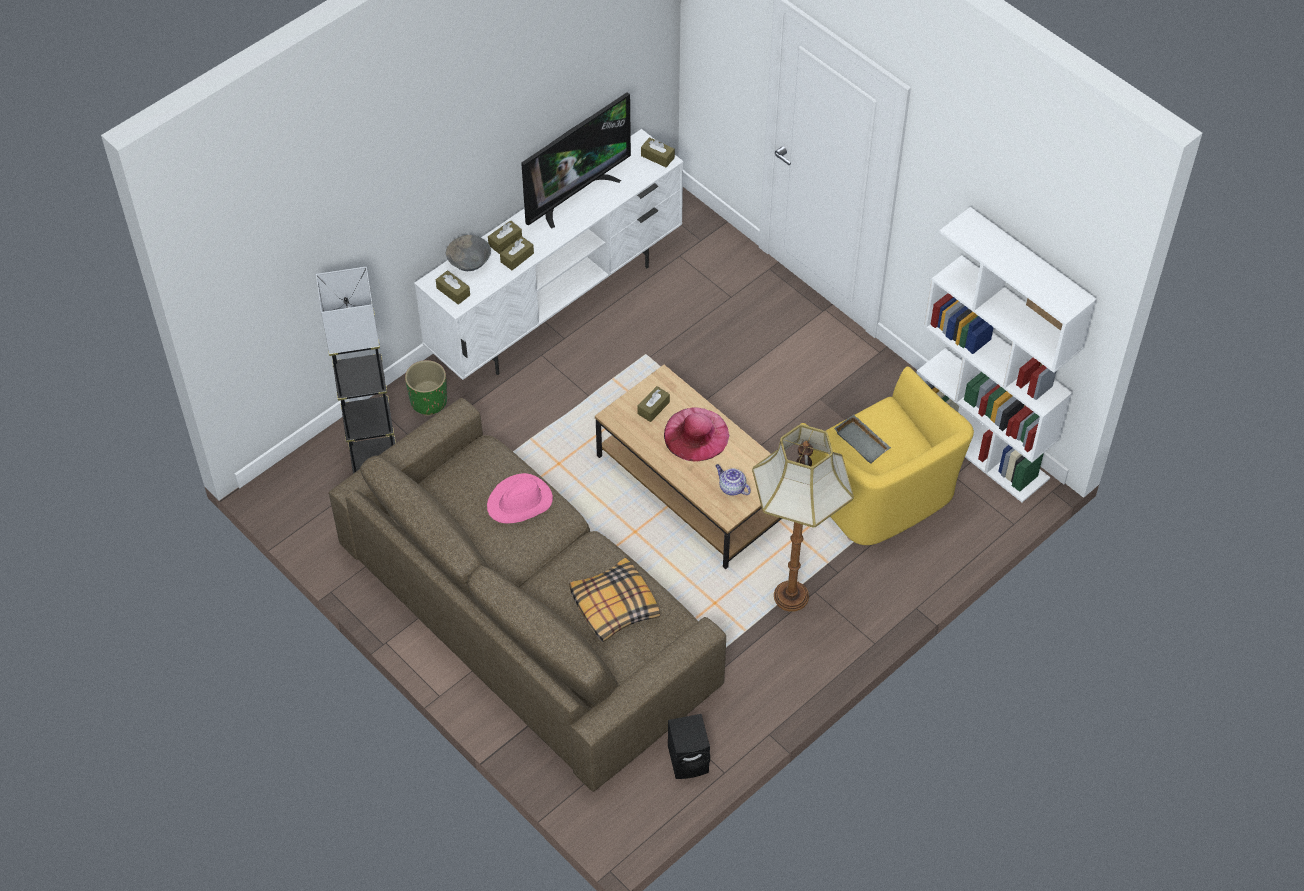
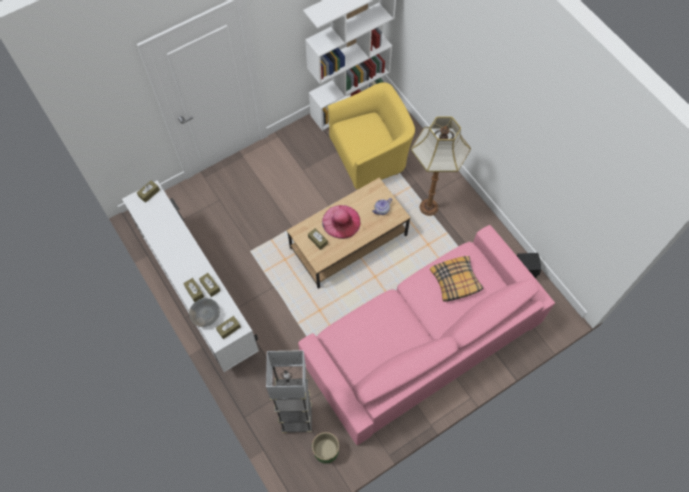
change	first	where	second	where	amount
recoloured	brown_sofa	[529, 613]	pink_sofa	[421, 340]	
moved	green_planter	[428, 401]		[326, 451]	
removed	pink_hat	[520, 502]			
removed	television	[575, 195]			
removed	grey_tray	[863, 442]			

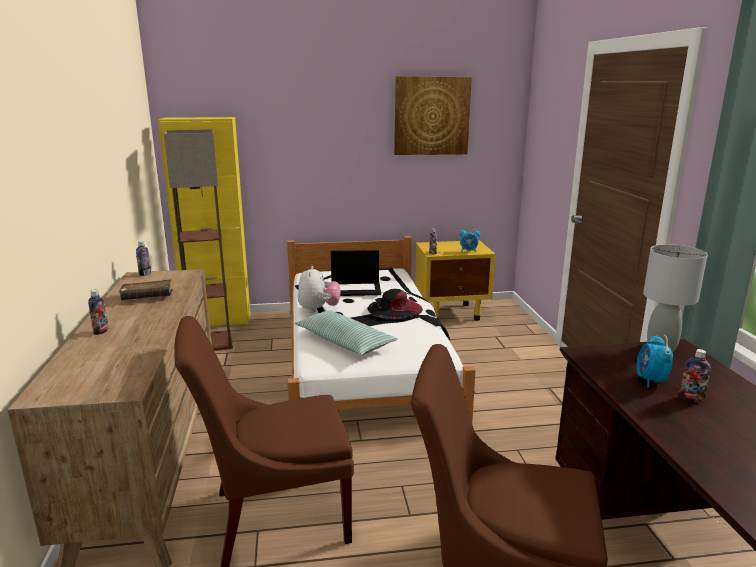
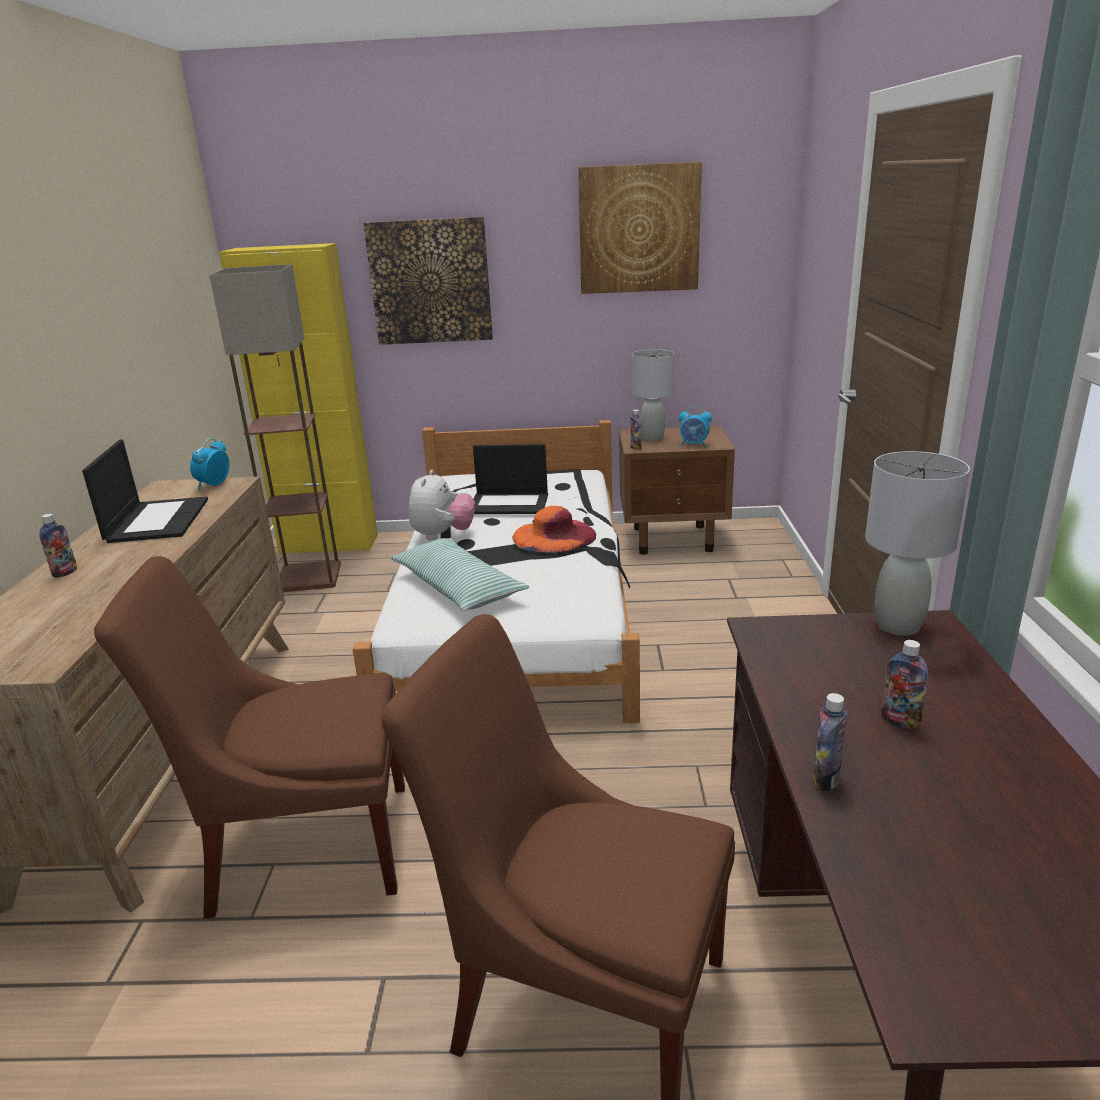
change	first	where	second	where	amount
replaced	brown_book	[147, 297]	laptop	[157, 520]	
moved	alarm_clock	[650, 381]		[213, 485]	
added			picture	[430, 282]	
recoloured	black_hat	[395, 308]	orange_hat	[554, 536]	
recoloured	yellow_nightstand	[452, 313]	brown_nightstand	[674, 539]	
added			grey_table_lamp	[653, 438]	
moved	bottle	[145, 274]		[825, 780]	

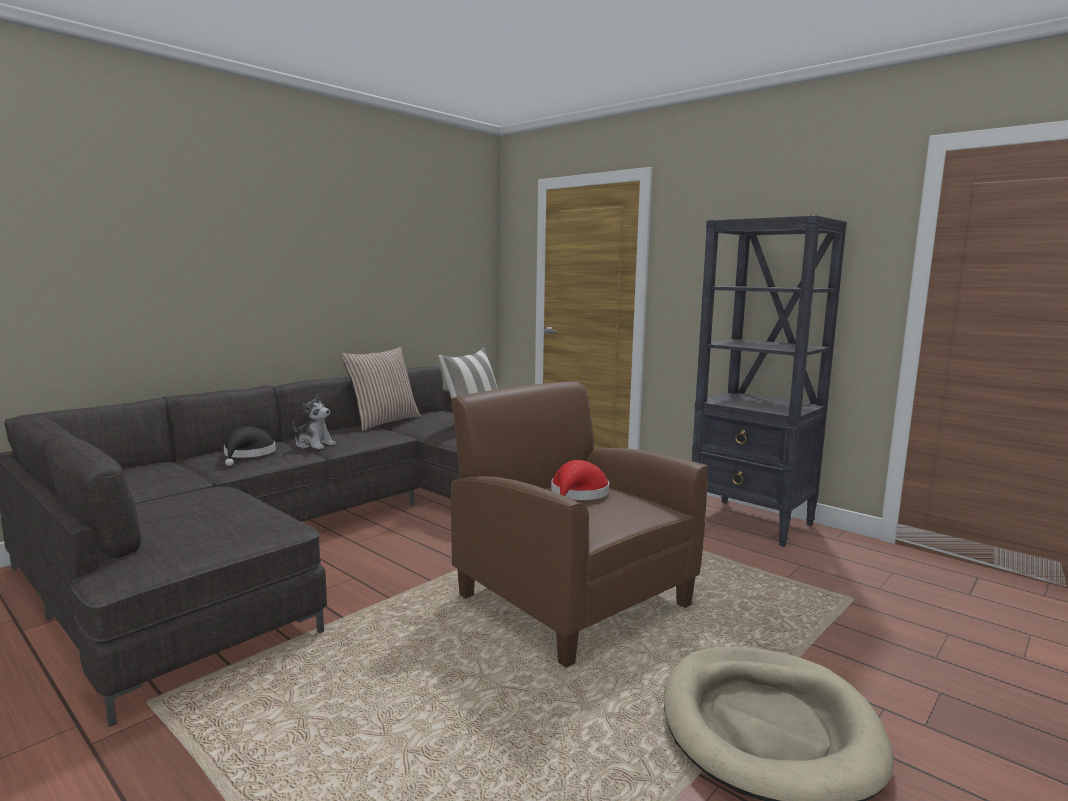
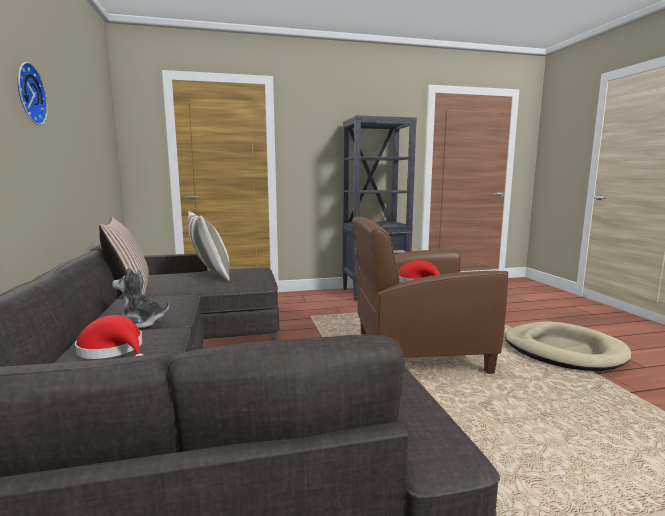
change	first	where	second	where	amount
added			wall_clock	[27, 94]	
recoloured	black_hat	[248, 454]	red_hat	[114, 350]	
turned	plush_toy	[314, 444]		[141, 322]	150 degrees counterclockwise

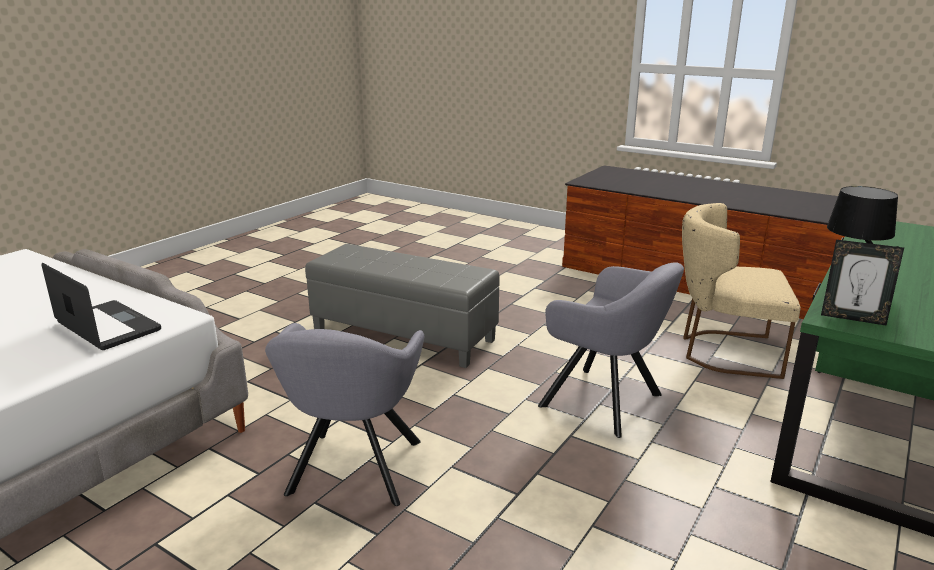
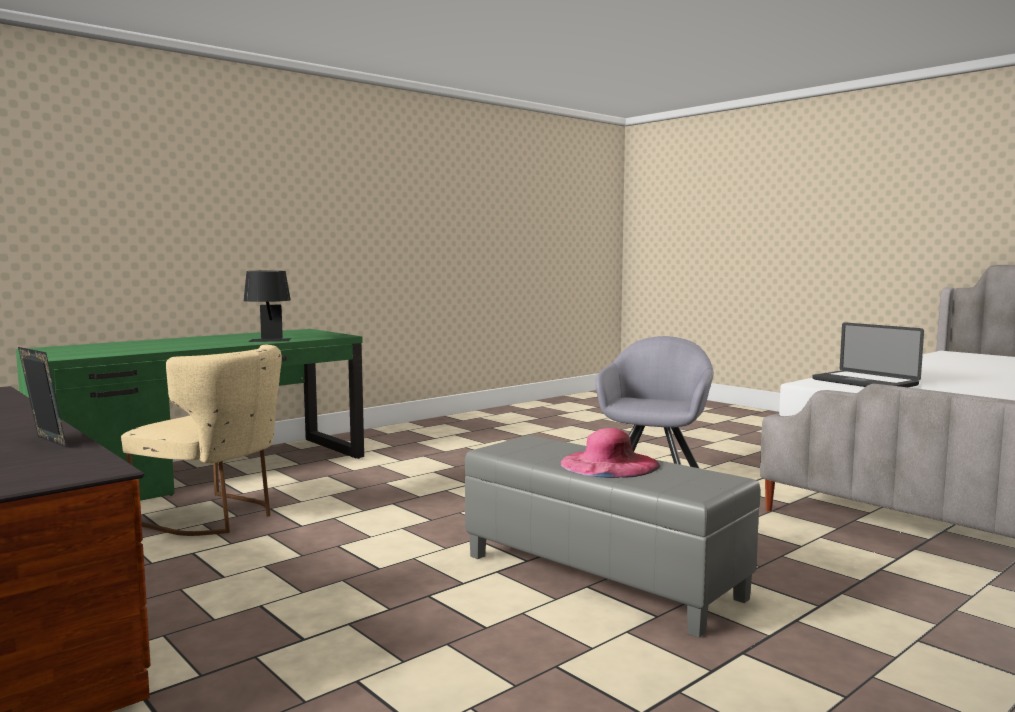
change	first	where	second	where	amount
moved	picture_frame	[852, 318]		[45, 443]	
added			pink_hat	[609, 464]	
removed	grey_armchair	[607, 403]			

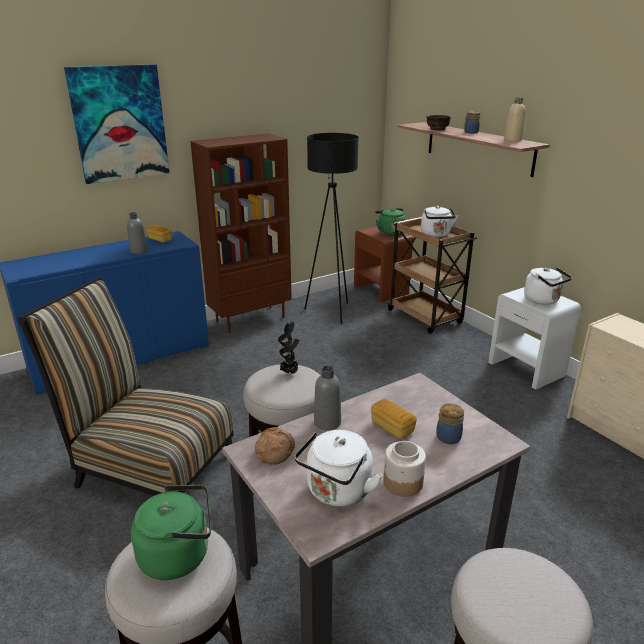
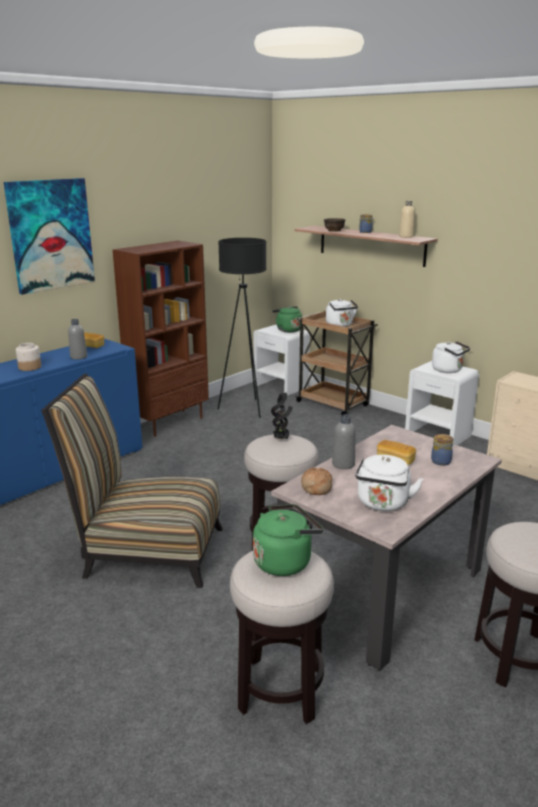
change	first	where	second	where	amount
moved	jar	[402, 483]		[29, 367]	
recoloured	brown_nightstand	[381, 290]	white_nightstand	[281, 386]	

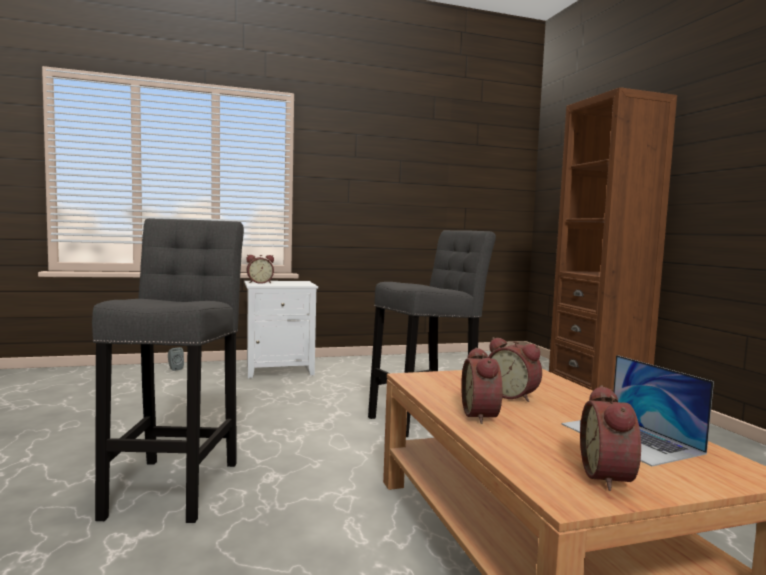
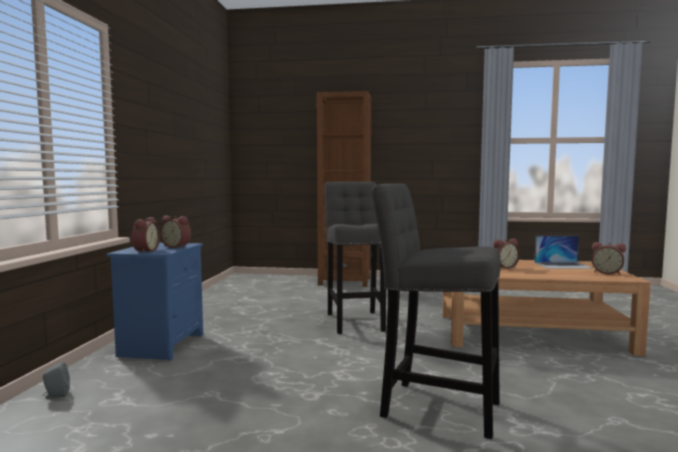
change	first	where	second	where	amount
recoloured	white_nightstand	[280, 370]	blue_nightstand	[161, 345]	
moved	alarm_clock	[483, 415]		[177, 246]	

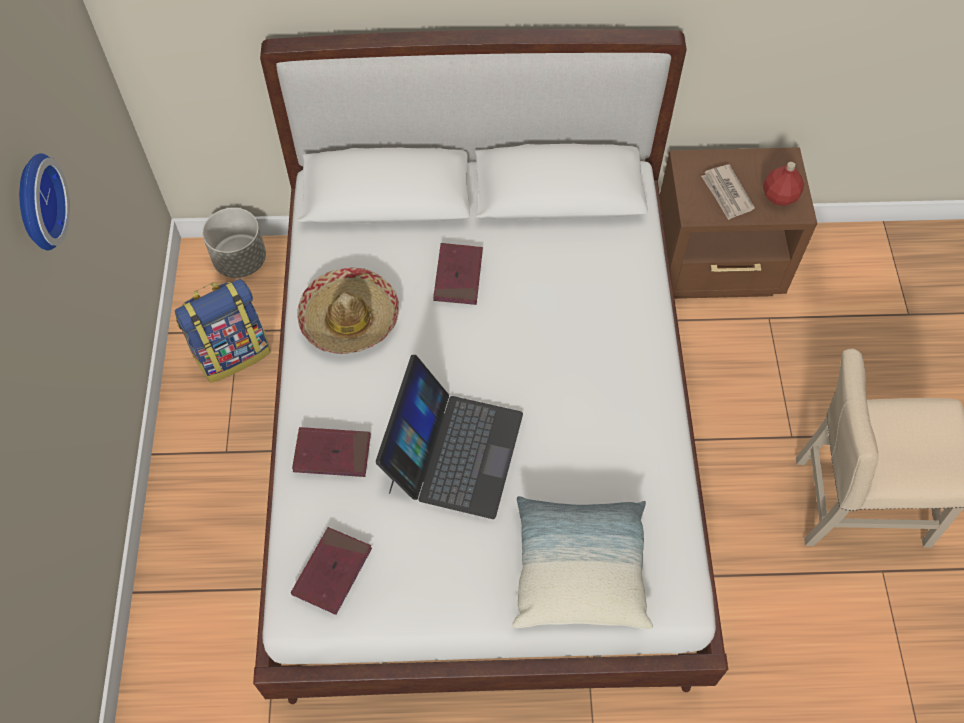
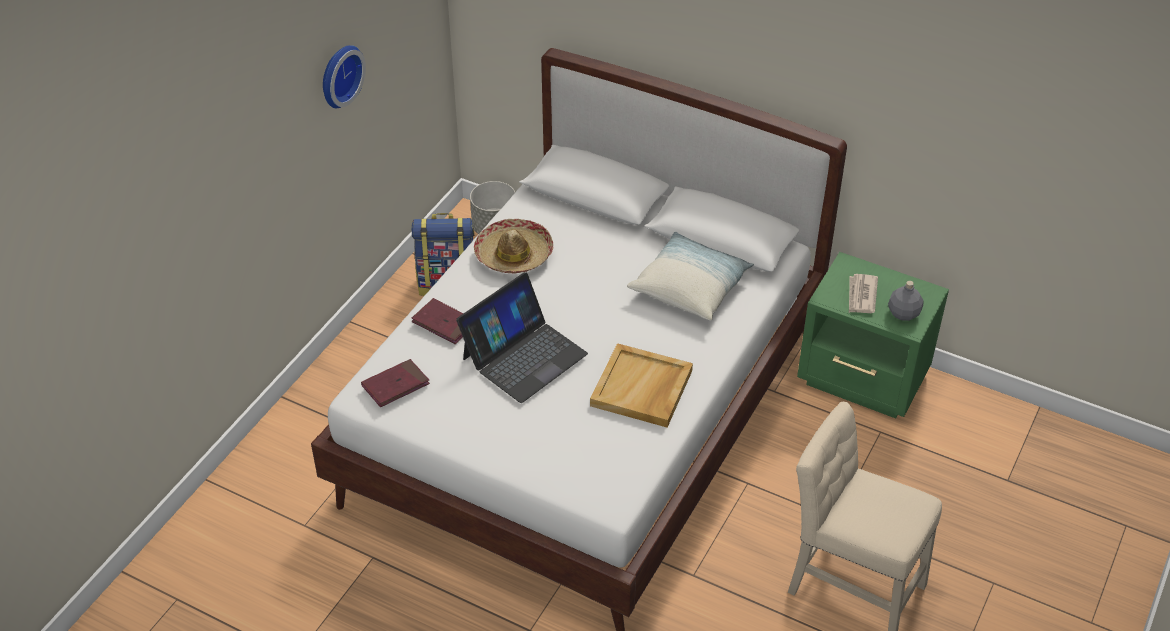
change	first	where	second	where	amount
added			beige_tray	[642, 389]	
moved	pillow	[579, 570]		[690, 288]	
recoloured	brown_nightstand	[718, 268]	green_nightstand	[864, 380]	
recoloured	red_bottle	[779, 196]	grey_bottle	[903, 313]	
removed	red_book	[458, 276]			

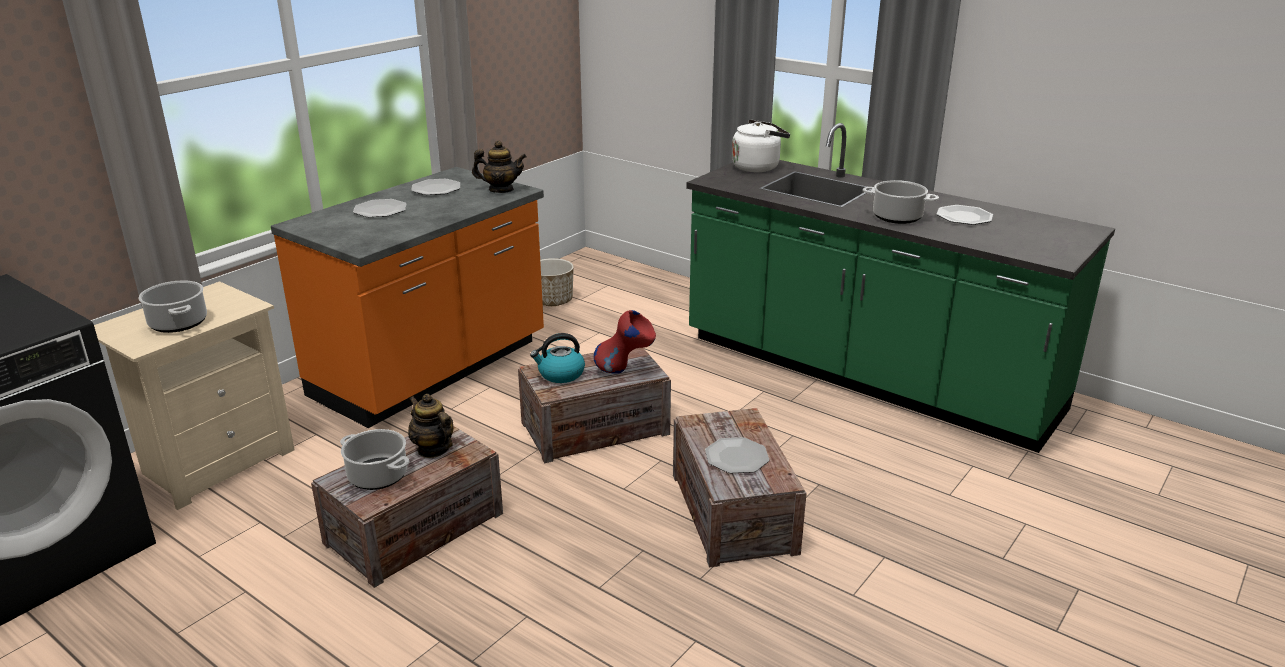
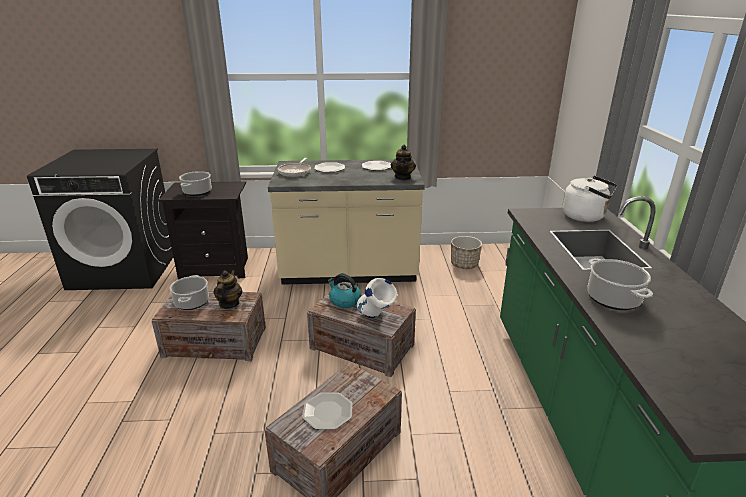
change	first	where	second	where	amount
recoloured	beige_nightstand	[215, 462]	black_nightstand	[217, 268]	
recoloured	orange_counter	[432, 370]	beige_counter	[349, 271]	
added			frying_pan	[295, 172]	
recoloured	red_vase	[625, 371]	white_vase	[376, 319]	
turned	teapot	[501, 190]		[403, 177]	45 degrees clockwise
removed	plate	[964, 217]			

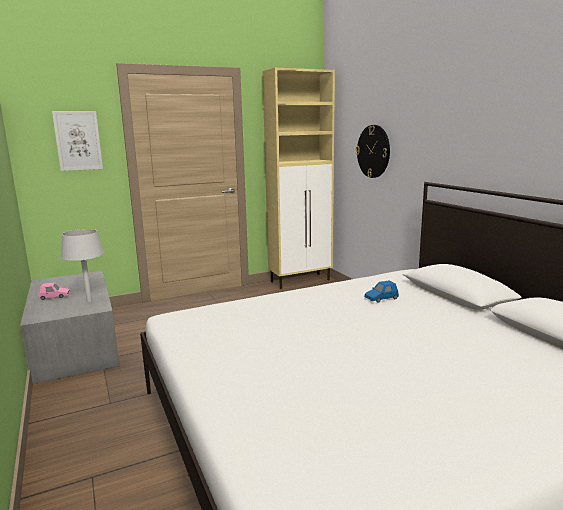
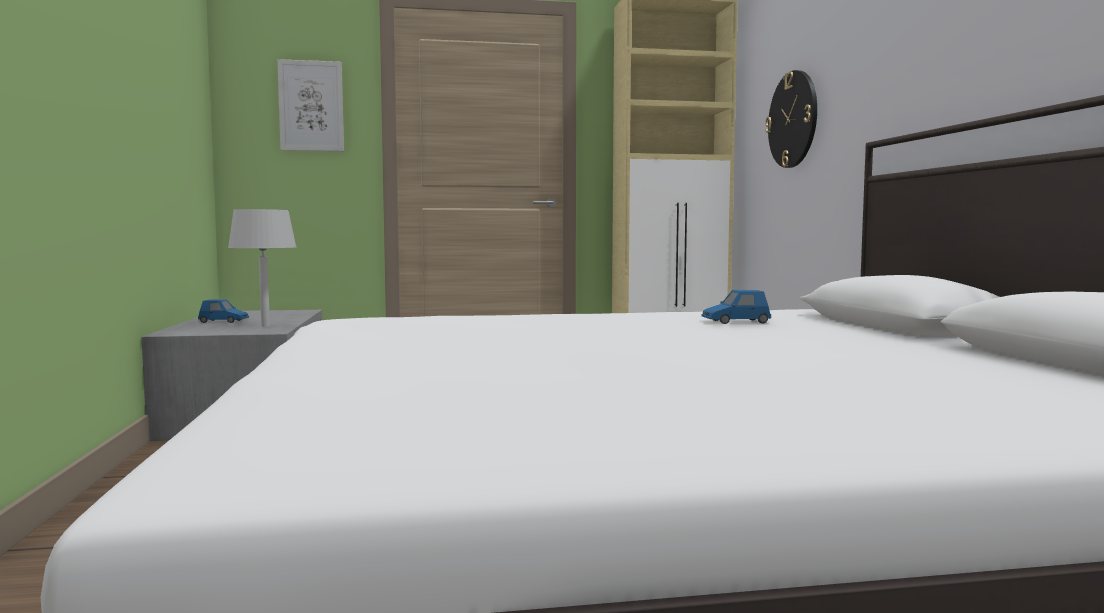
change	first	where	second	where	amount
recoloured	pink_toy_car	[55, 296]	blue_toy_car	[223, 321]	

